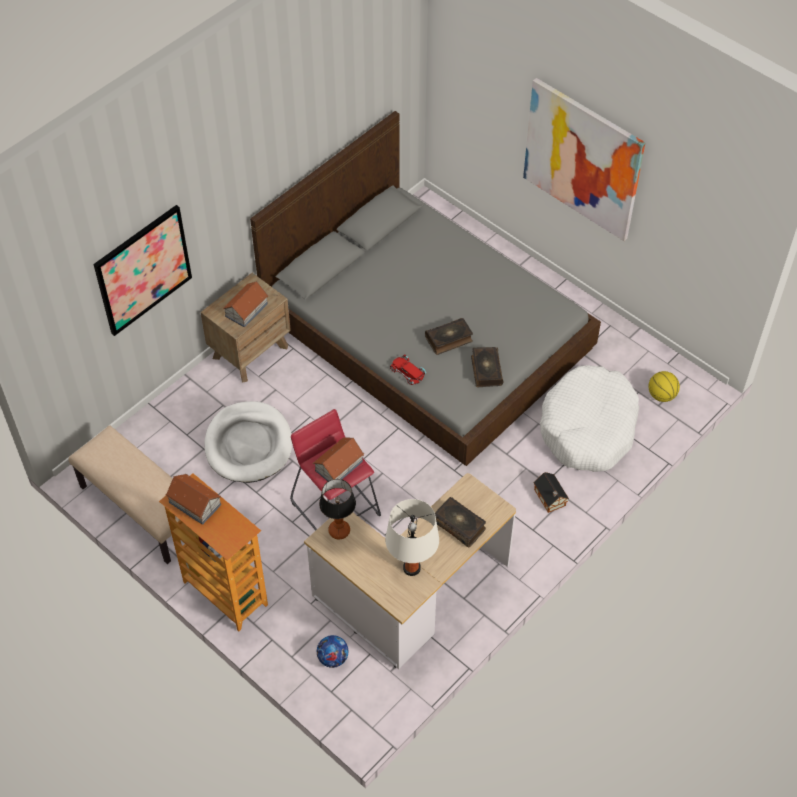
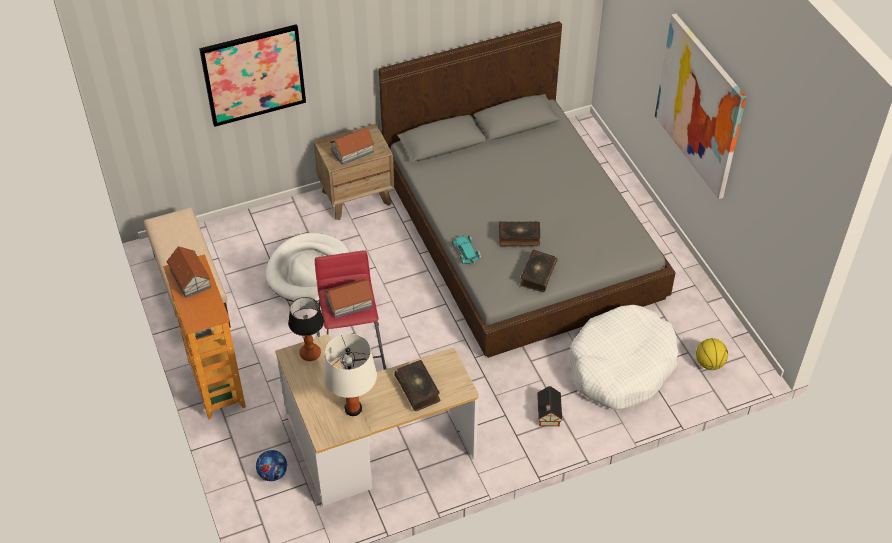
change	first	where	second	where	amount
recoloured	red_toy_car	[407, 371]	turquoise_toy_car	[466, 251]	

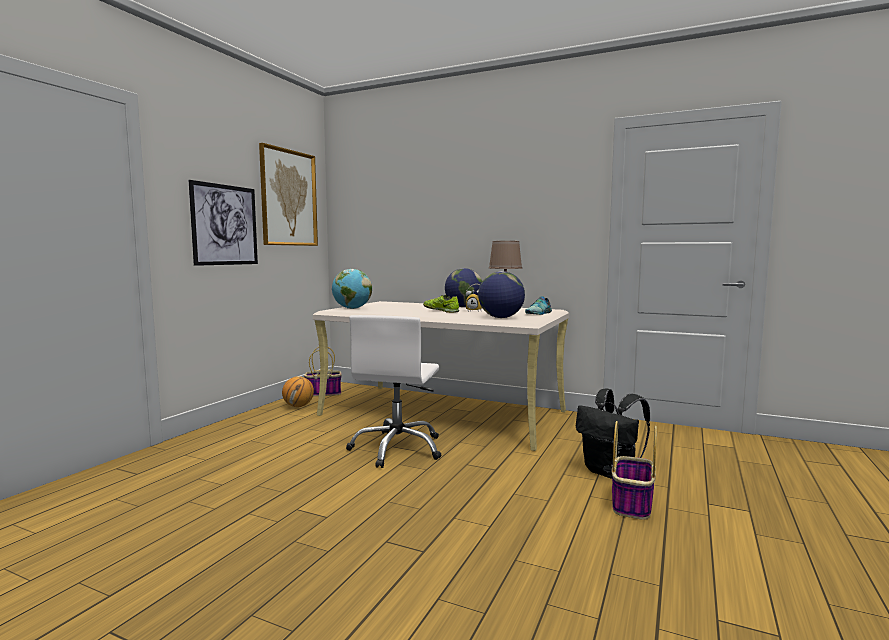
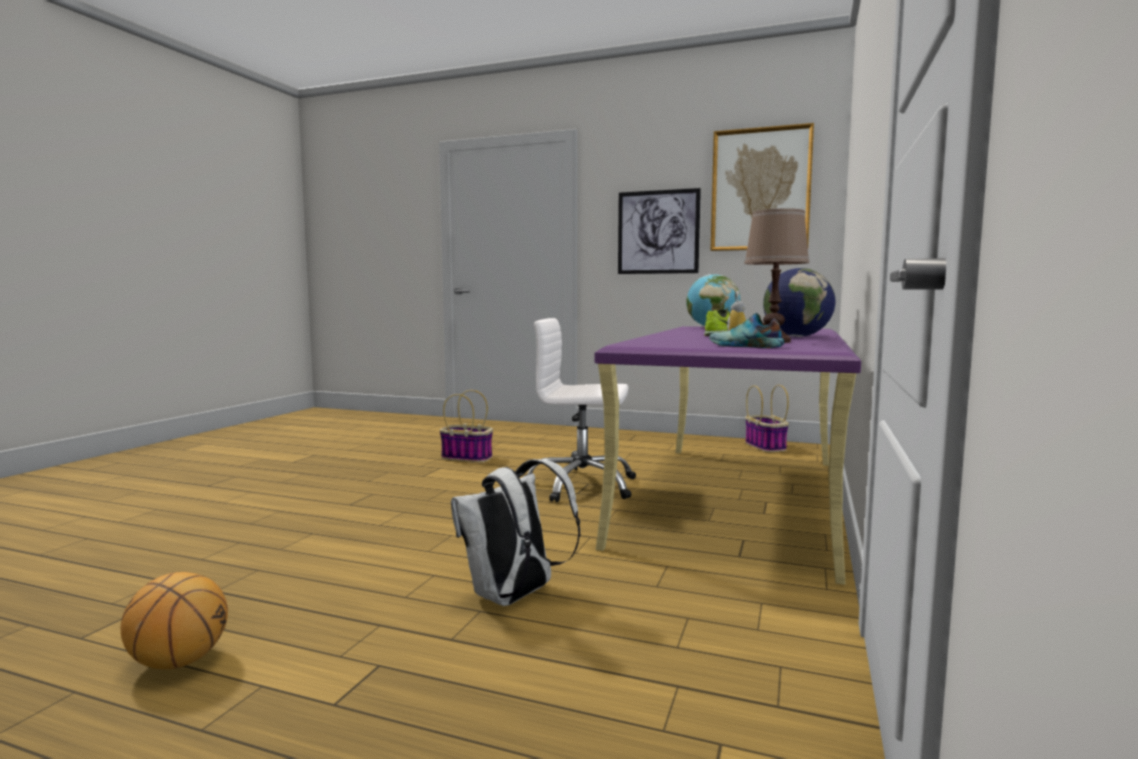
change	first	where	second	where	amount
moved	basketball	[298, 406]		[179, 662]	
moved	basket	[631, 503]		[468, 457]	
recoloured	black_backpack	[611, 472]	white_backpack	[514, 597]	
recoloured	beige_desk	[443, 413]	purple_desk	[735, 499]	
removed	globe	[501, 318]			

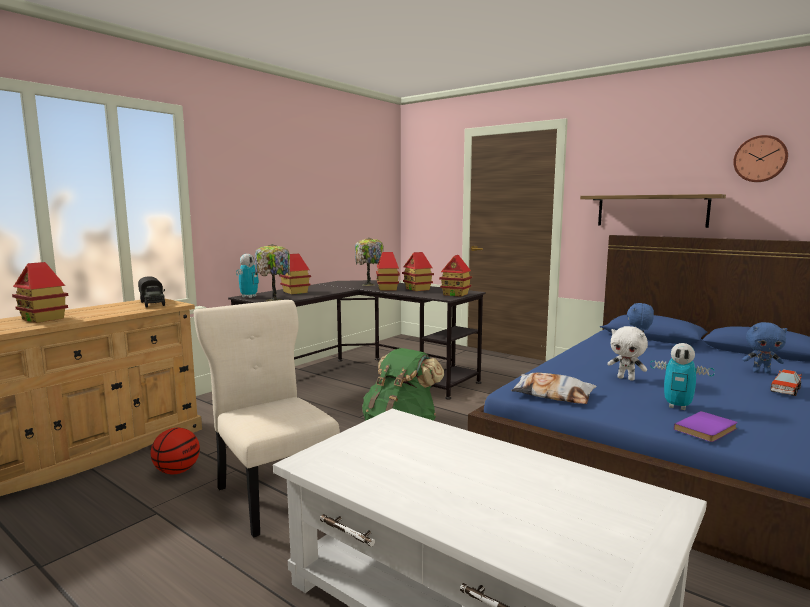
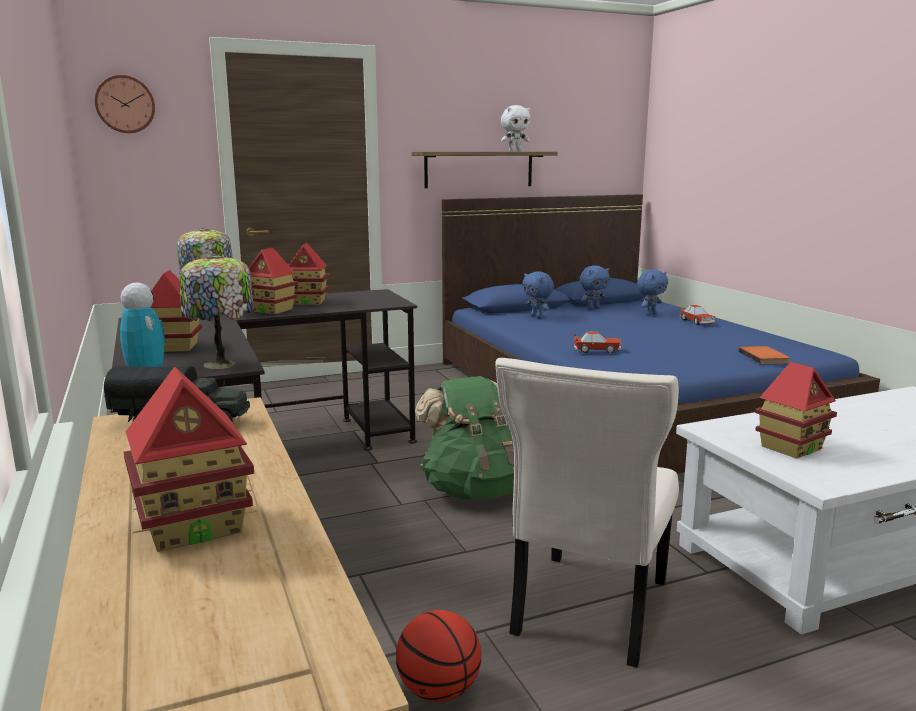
change	first	where	second	where	amount
moved	wall_clock	[760, 159]		[125, 104]	
turned	beige_chair	[274, 494]		[587, 611]	60 degrees counterclockwise
moved	white_plush_toy	[626, 378]		[515, 151]	
added			toy_car	[597, 350]	
added			blue_plush_toy	[593, 308]	
recoloured	purple_book	[708, 429]	orange_book	[765, 357]	
moved	toy_house	[455, 294]		[791, 447]	
removed	pillow	[553, 394]			
removed	toy_robot	[677, 406]			

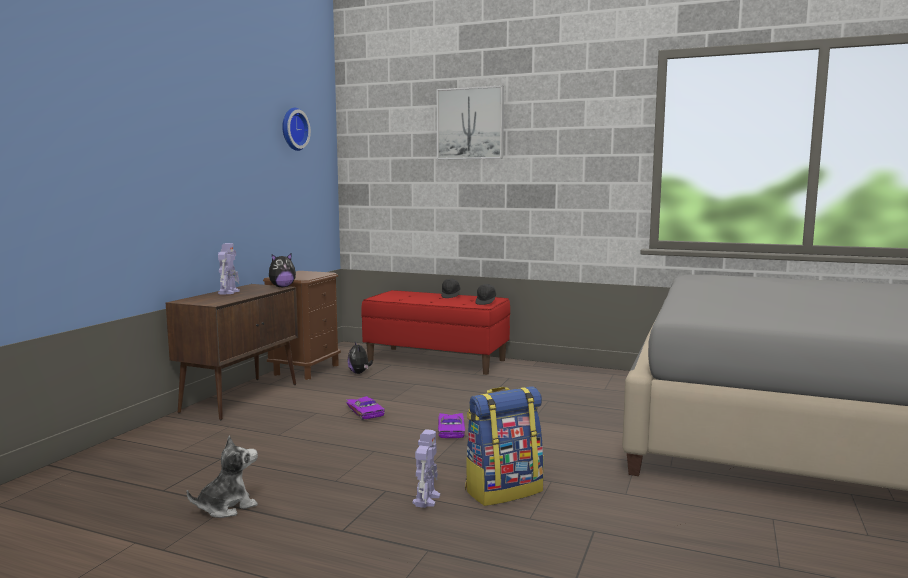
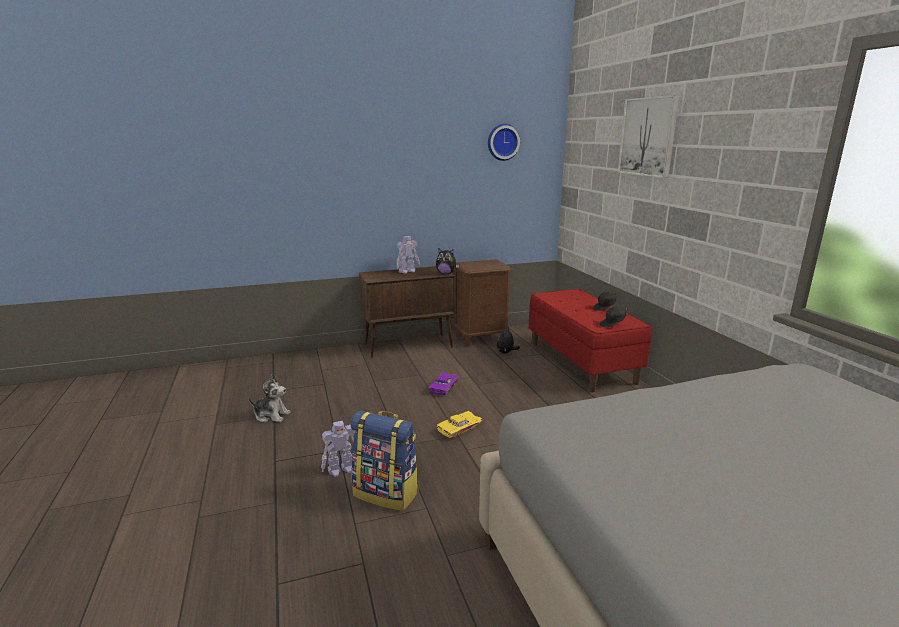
change	first	where	second	where	amount
recoloured	purple_toy_car	[452, 430]	yellow_toy_car	[460, 429]	

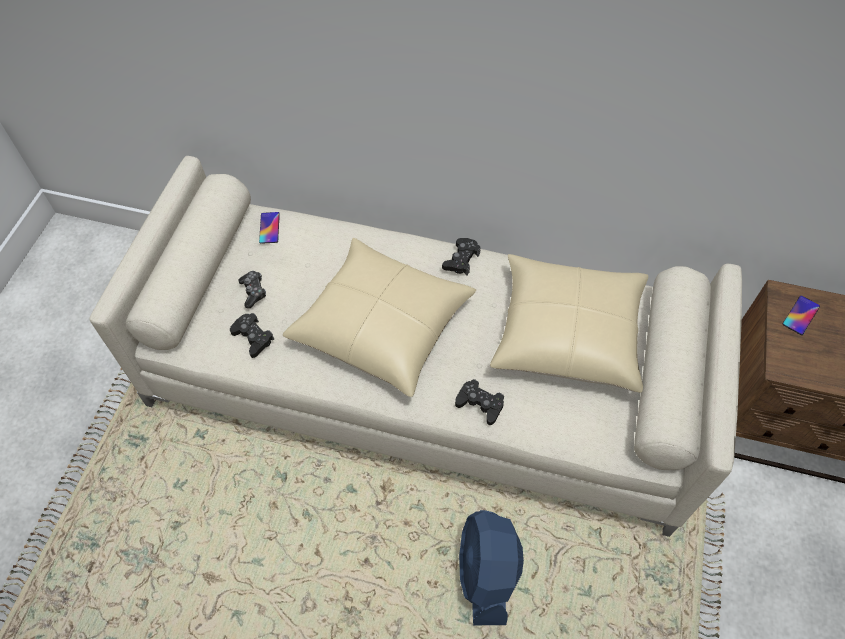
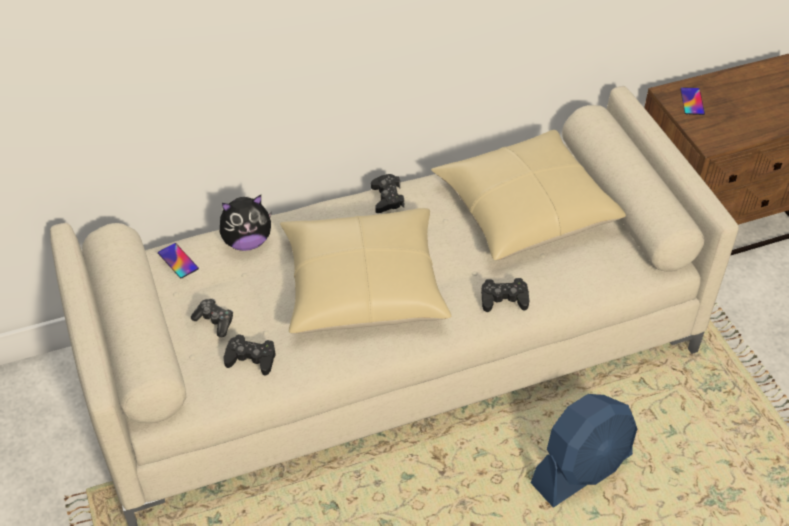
change	first	where	second	where	amount
added			plush_toy	[247, 242]	
turned	blue_fan	[486, 573]		[582, 469]	90 degrees counterclockwise

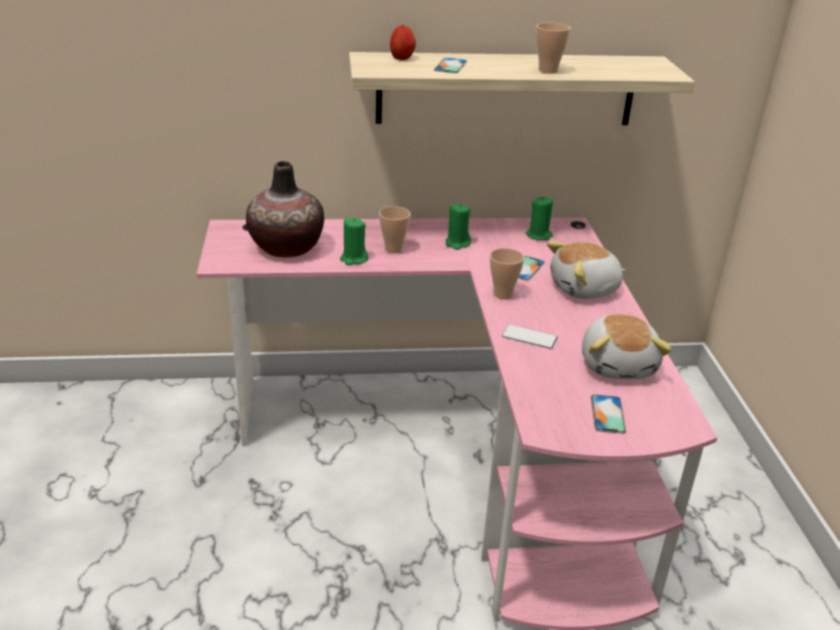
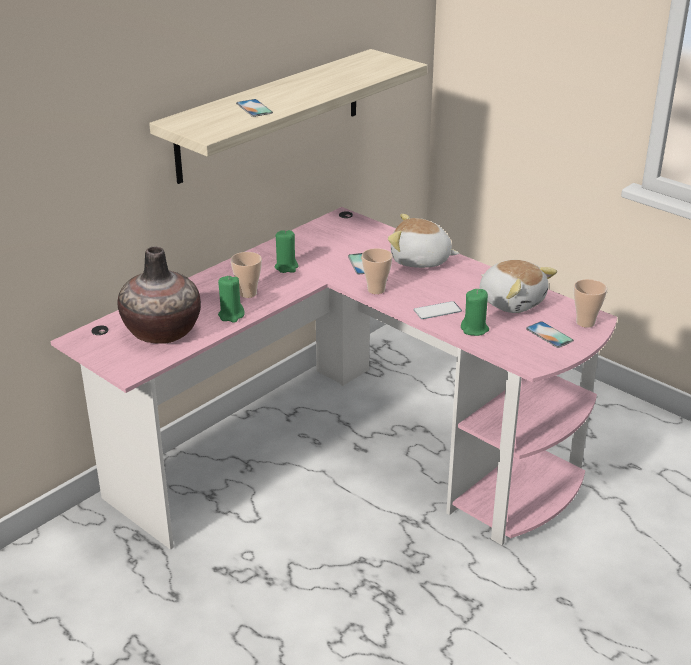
change	first	where	second	where	amount
turned	plush_toy	[585, 289]		[420, 260]	75 degrees clockwise
moved	green_candle	[539, 235]		[474, 329]	
moved	cup	[548, 70]		[585, 322]	
removed	apple	[402, 58]			

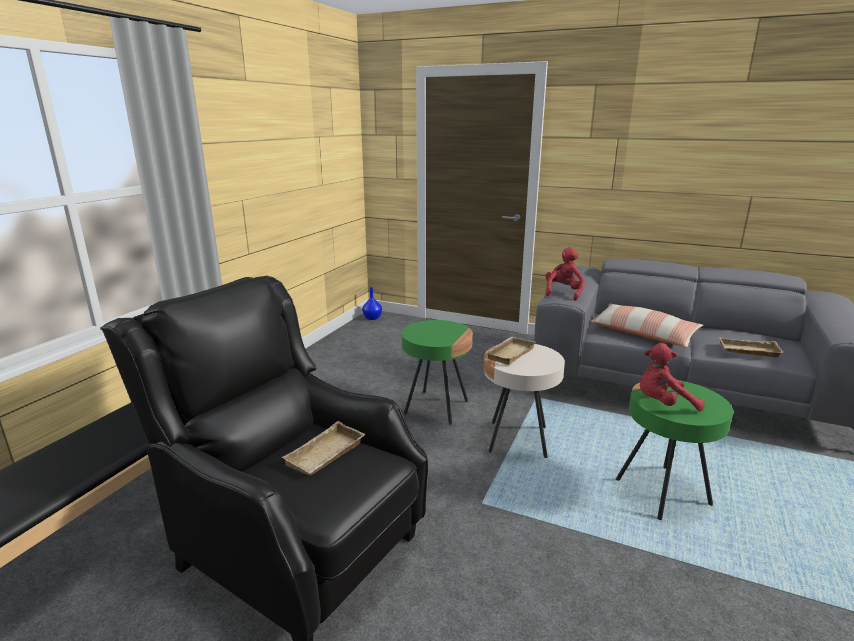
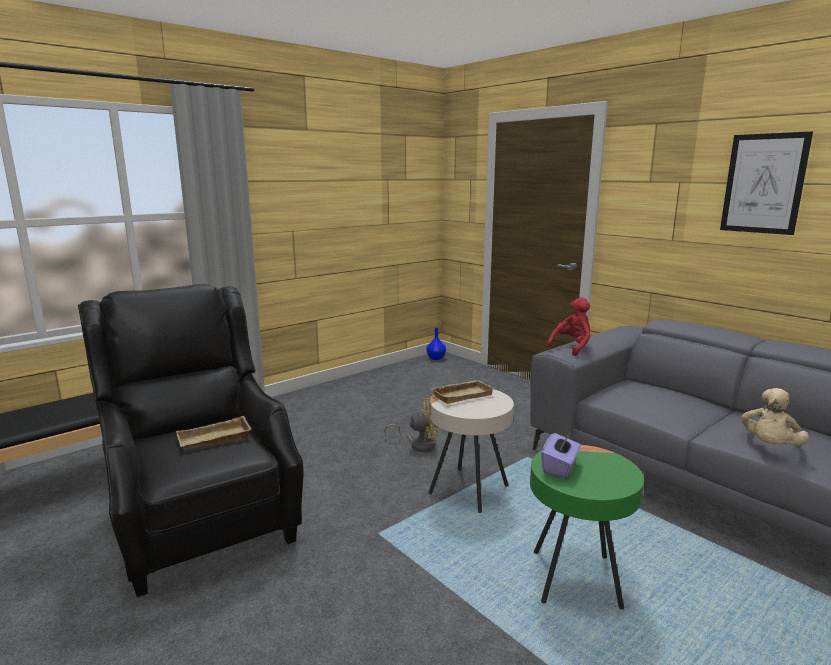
change	first	where	second	where	amount
replaced	green_side_table	[436, 407]	yellow_fan	[418, 444]	
replaced	red_plush_toy	[663, 403]	purple_tissue_box	[560, 468]	
added			picture	[763, 184]	
replaced	beige_tray	[748, 351]	beige_plush_toy	[769, 446]	
removed	pillow	[643, 334]			

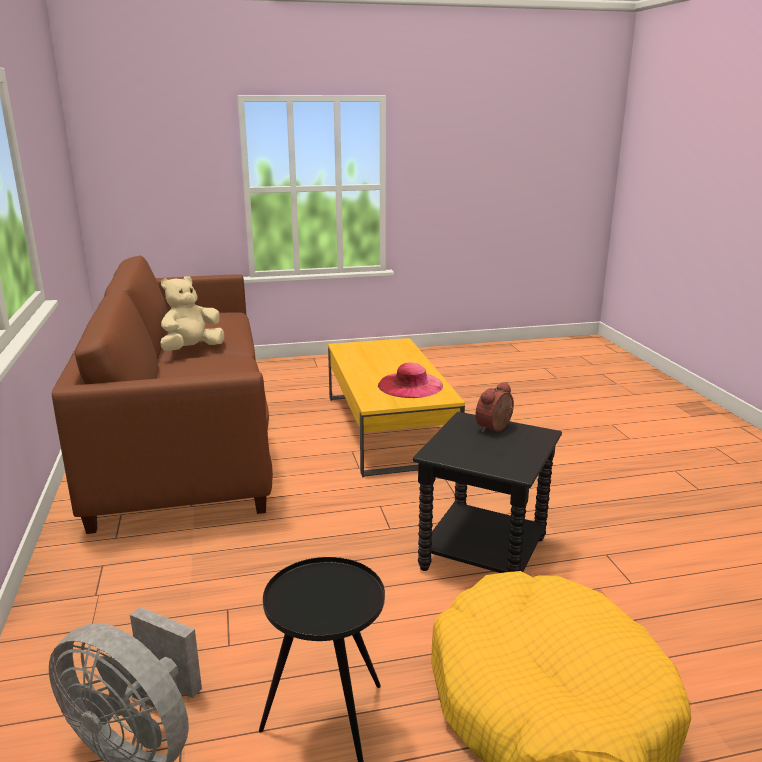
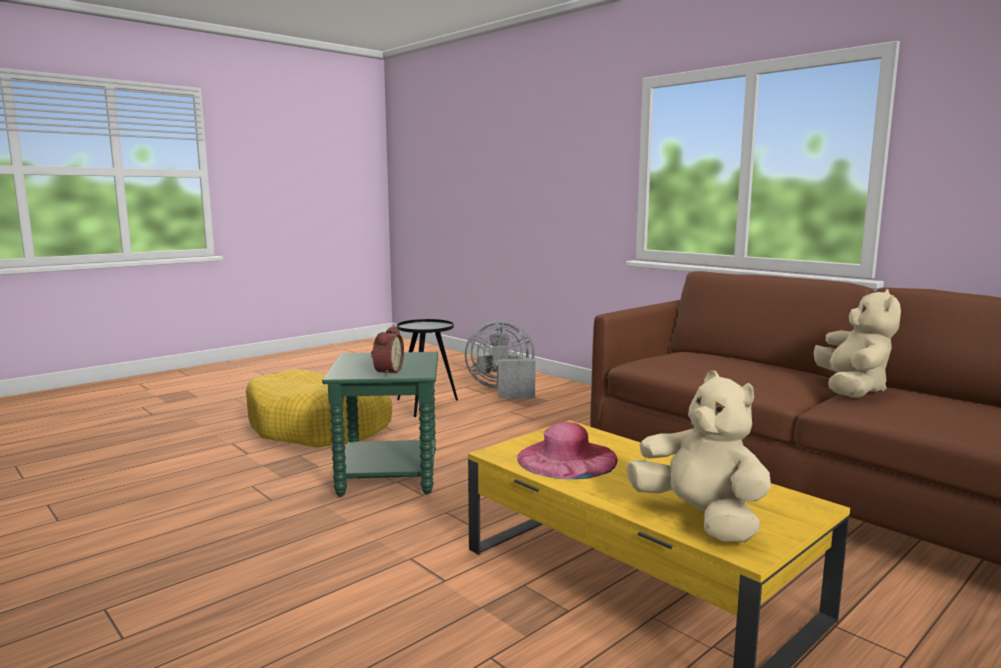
change	first	where	second	where	amount
recoloured	black_side_table	[484, 555]	green_side_table	[387, 475]	
added			beige_plush_toy	[699, 519]	

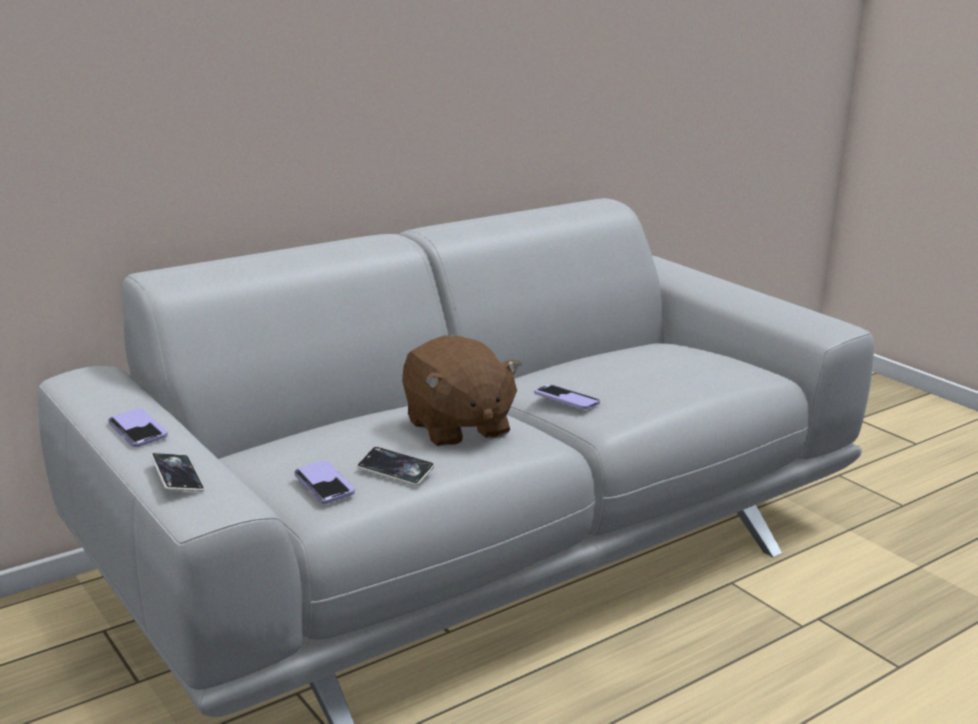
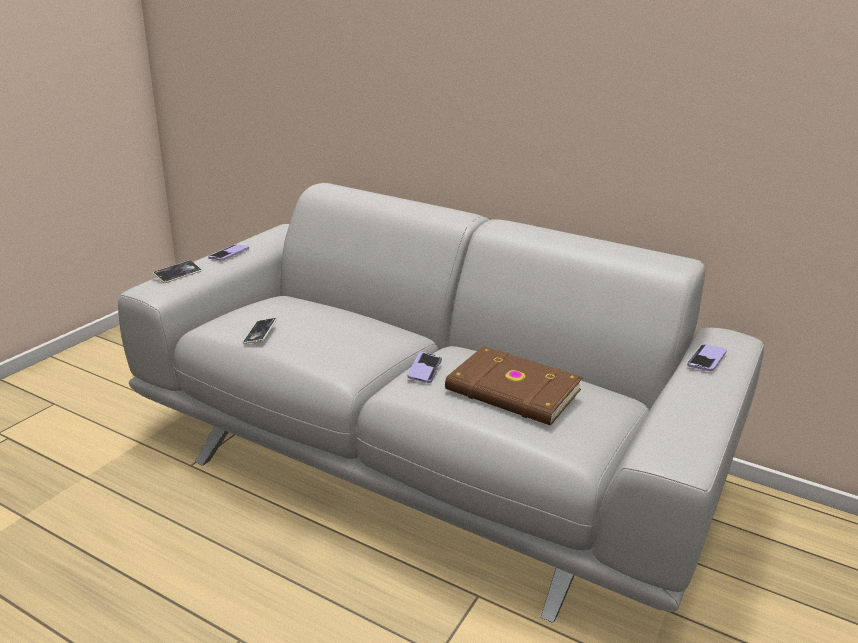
change	first	where	second	where	amount
added			brown_book	[513, 391]	
moved	phone	[324, 484]		[706, 359]	
removed	brown_plush_toy	[456, 428]			

